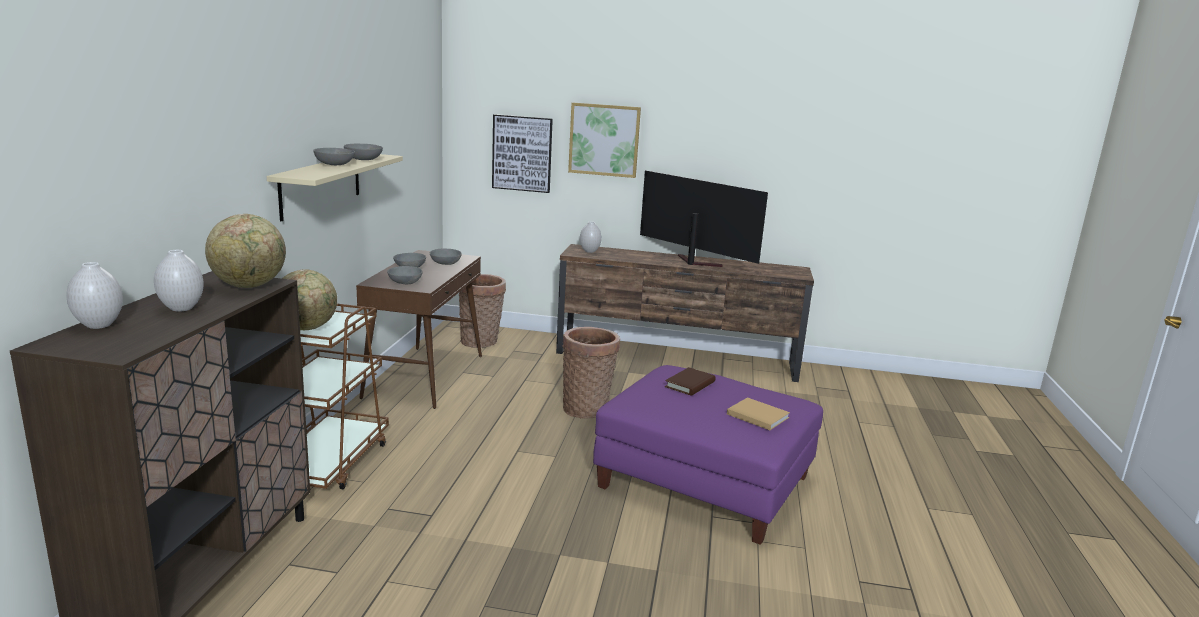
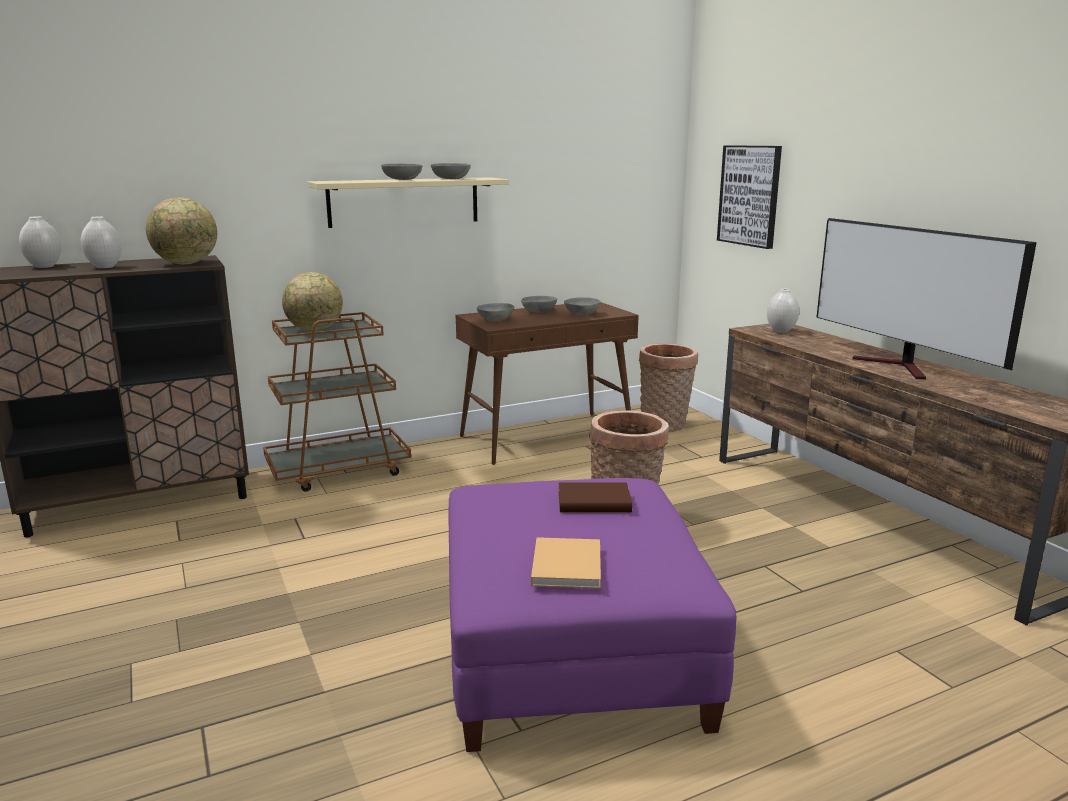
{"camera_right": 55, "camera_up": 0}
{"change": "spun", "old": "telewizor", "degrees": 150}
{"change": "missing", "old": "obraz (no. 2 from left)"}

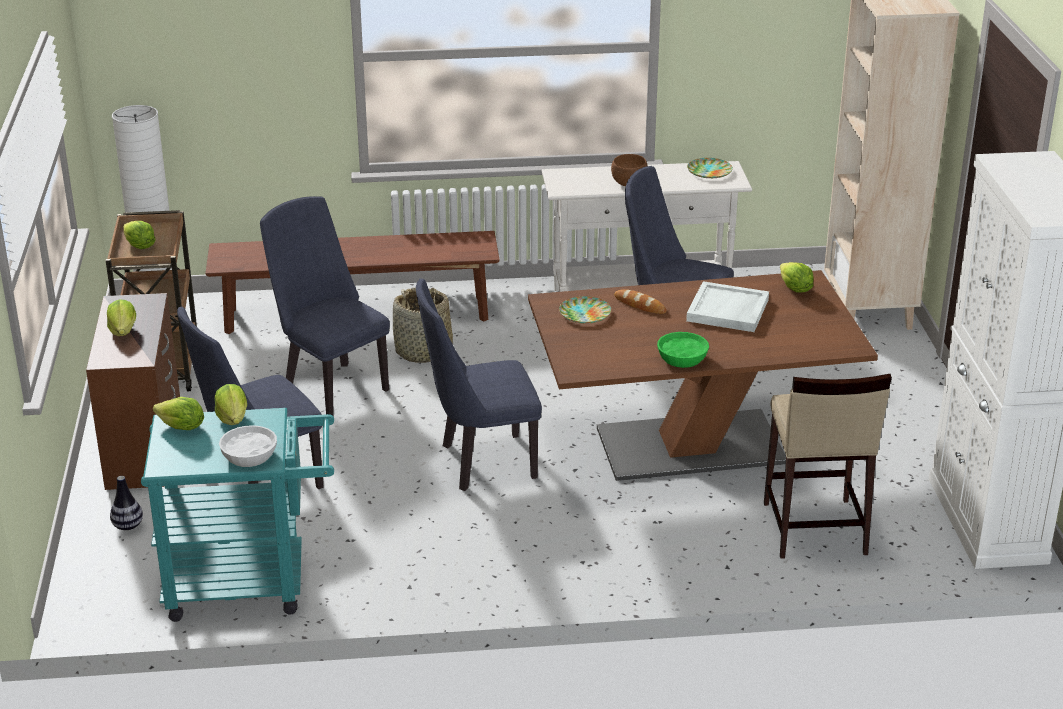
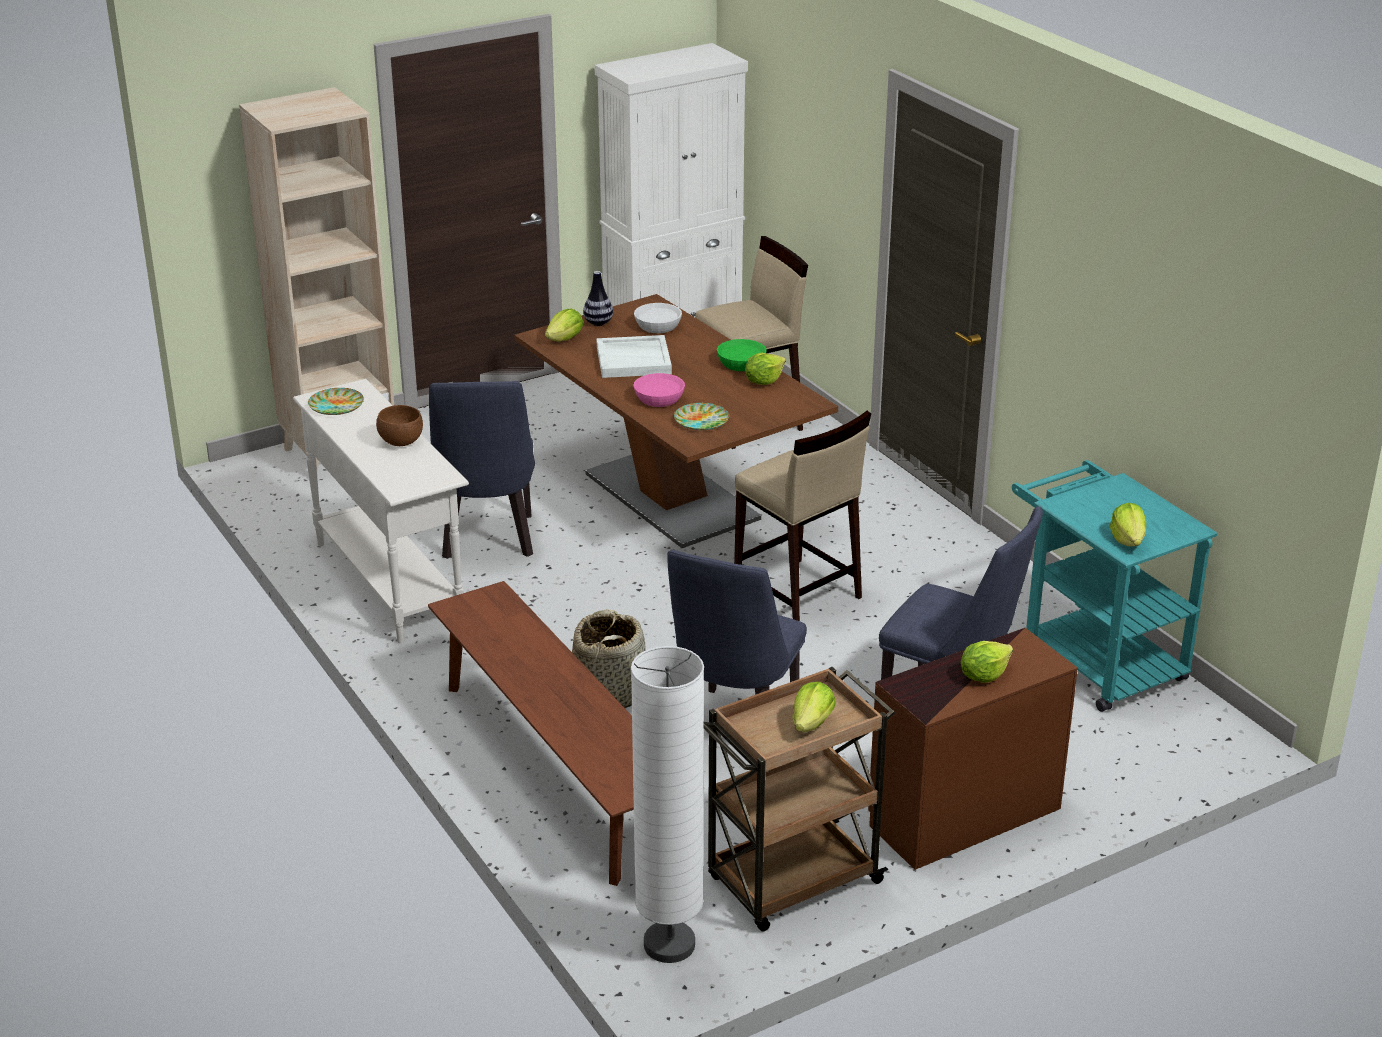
{"camera_right": -115, "camera_up": 0}
{"change": "relocated", "old": "wazon"}
{"change": "exchanged", "old": "chleb", "new": "miska (różowy)"}
{"change": "relocated", "old": "miska (biały)"}
{"change": "exchanged", "old": "krzesło (niebieski) (no. 3 from left)", "new": "stołek (beżowy) (no. 2 from left)"}
{"change": "relocated", "old": "sałata (no. 4 from left in the first image)", "new": "sałata (no. 2 from left)"}

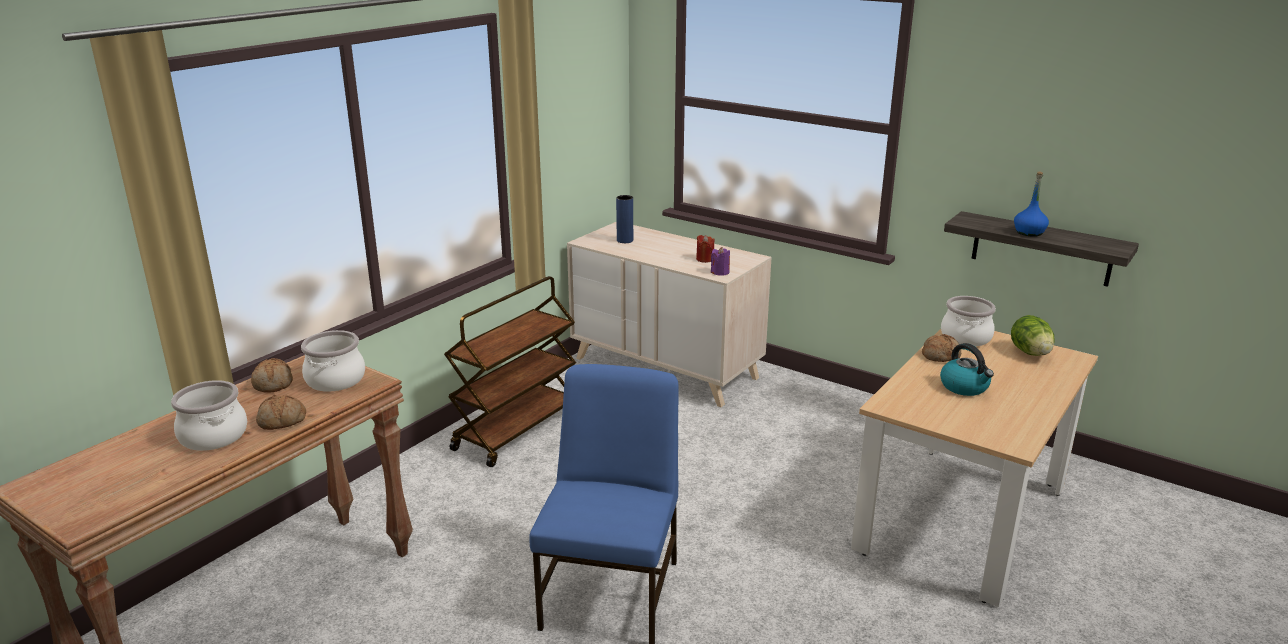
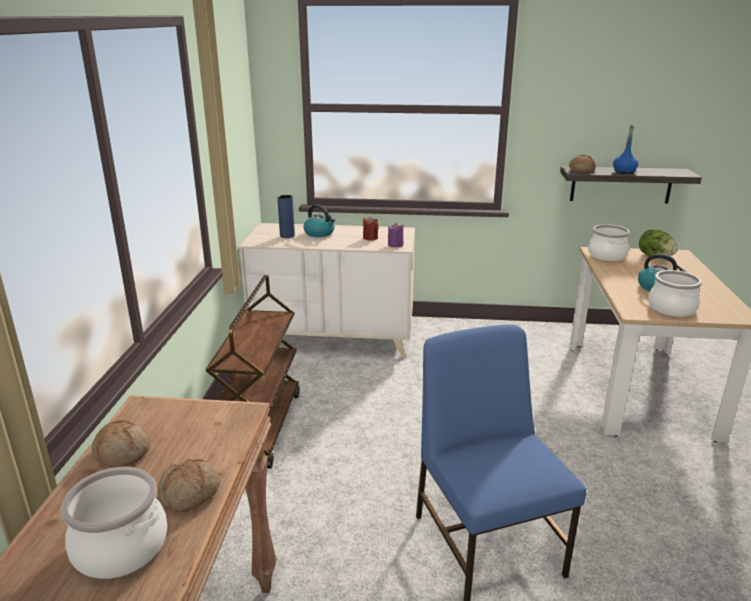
{"camera_right": -30, "camera_up": 0}
{"change": "appeared", "new": "czajnik (no. 1 from left)"}
{"change": "relocated", "old": "chleb (no. 3 from left)"}
{"change": "relocated", "old": "garnek (no. 2 from left in the first image)", "new": "garnek (no. 3 from left)"}

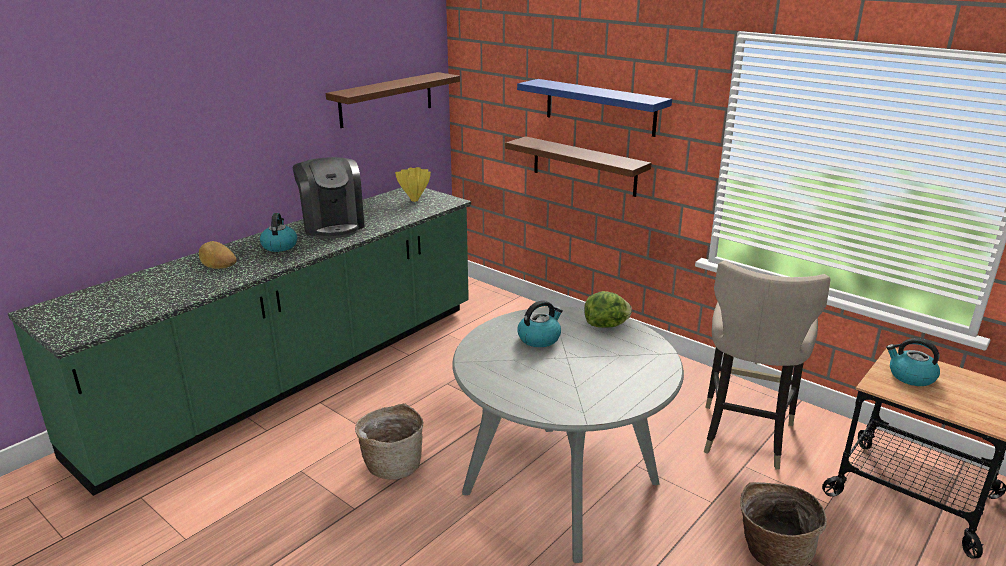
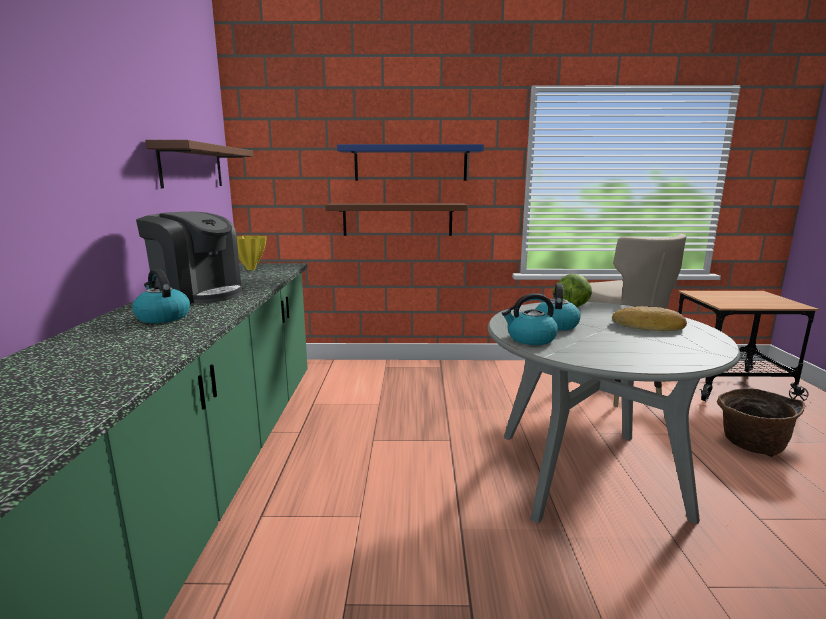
{"camera_right": -40, "camera_up": -10}
{"change": "relocated", "old": "czajnik (no. 3 from left in the first image)", "new": "czajnik (no. 2 from left)"}
{"change": "relocated", "old": "chleb"}
{"change": "missing", "old": "koszyk (no. 1 from left)"}

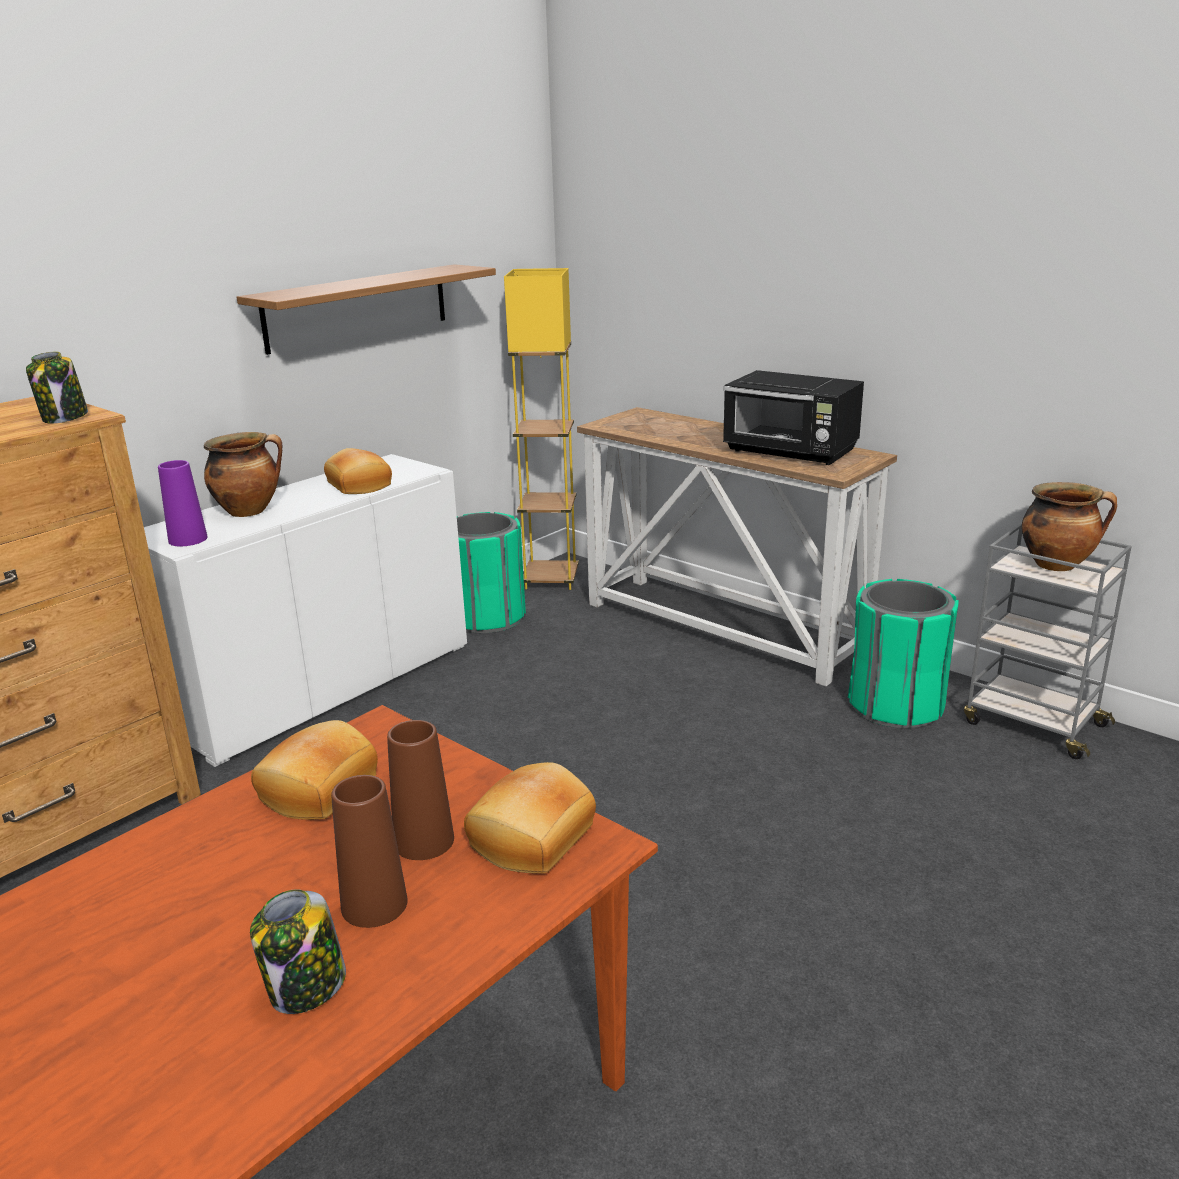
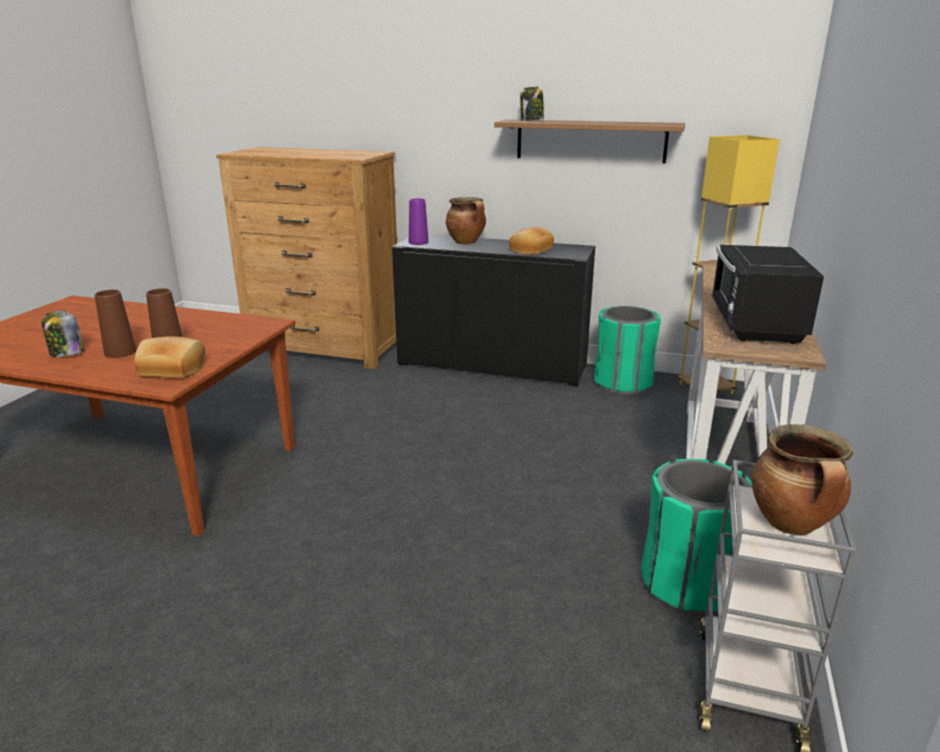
{"camera_right": 65, "camera_up": 0}
{"change": "colour", "old": "szafka (biały)", "new": "szafka (czarny)"}
{"change": "relocated", "old": "słoik (no. 1 from left in the first image)", "new": "słoik (no. 2 from left)"}
{"change": "missing", "old": "chleb (no. 1 from left)"}

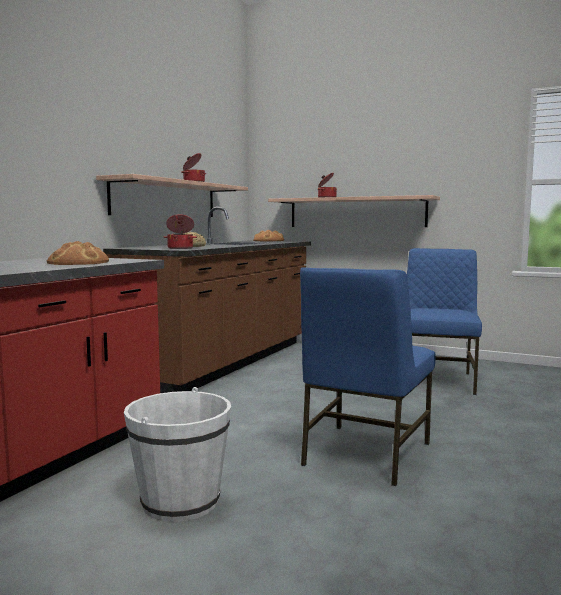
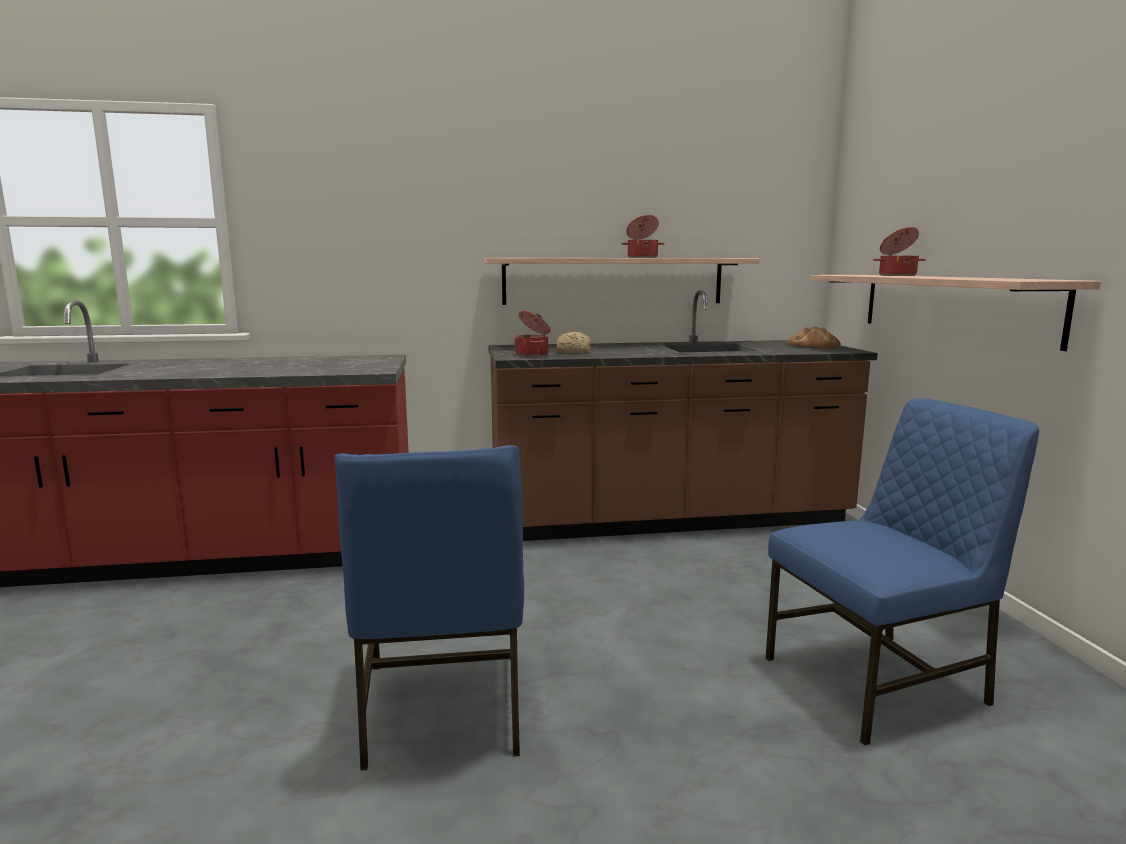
{"camera_right": 55, "camera_up": 5}
{"change": "spun", "old": "krzesło (niebieski) (no. 1 from left)", "degrees": -90}
{"change": "missing", "old": "chleb (no. 1 from left)"}
{"change": "missing", "old": "wiadro (biały)"}

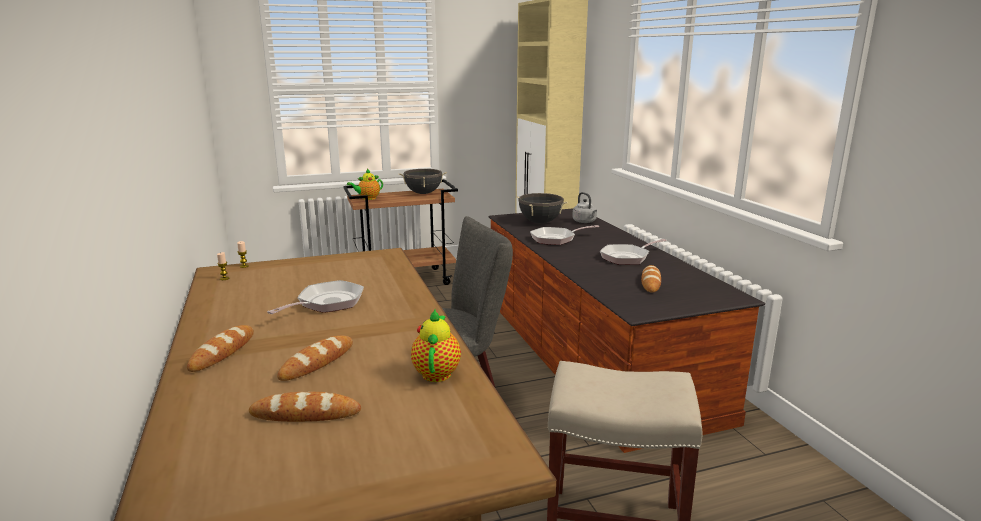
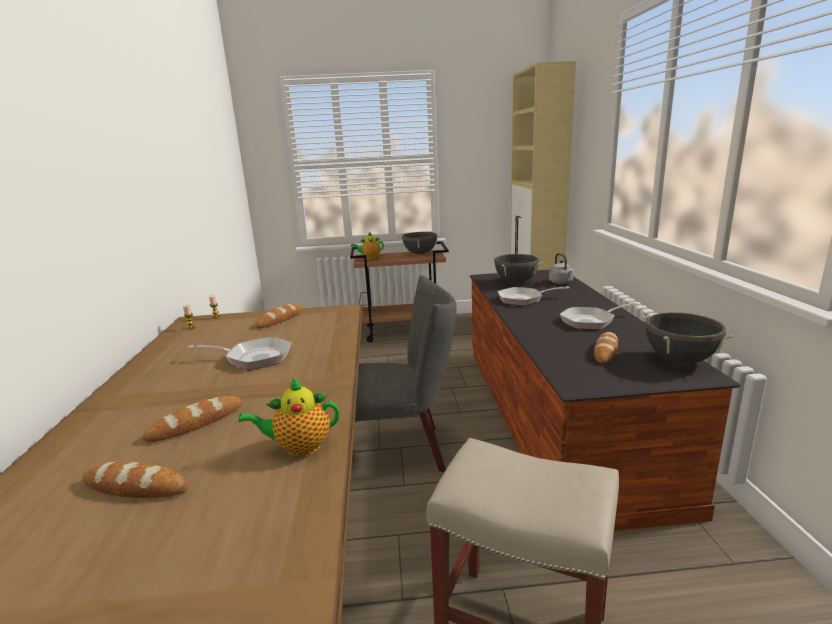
{"camera_right": 15, "camera_up": 0}
{"change": "spun", "old": "patelnia (no. 1 from left)", "degrees": 45}
{"change": "spun", "old": "imbryk (no. 2 from left in the first image)", "degrees": -120}
{"change": "relocated", "old": "chleb (no. 1 from left in the first image)", "new": "chleb (no. 3 from left)"}
{"change": "appeared", "new": "garnek (czarny) (no. 3 from left)"}

